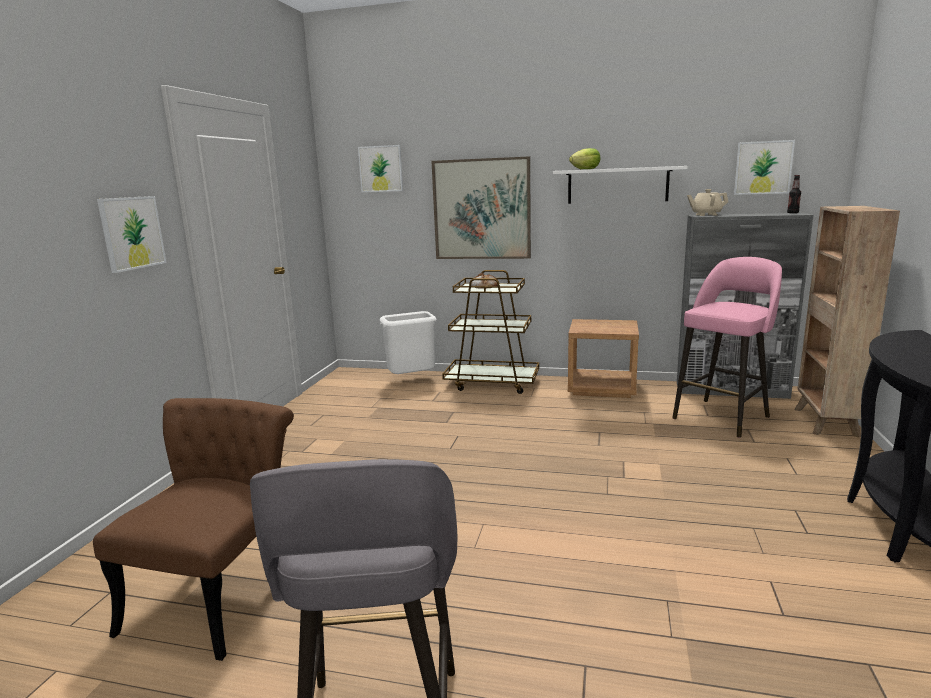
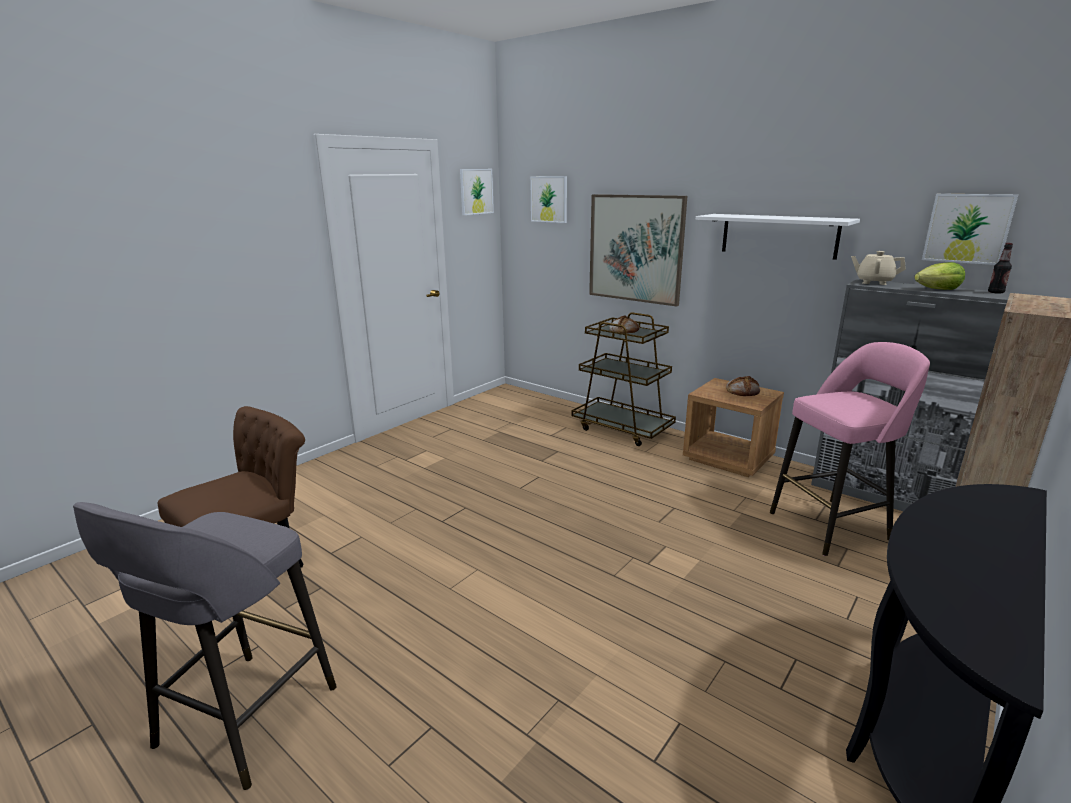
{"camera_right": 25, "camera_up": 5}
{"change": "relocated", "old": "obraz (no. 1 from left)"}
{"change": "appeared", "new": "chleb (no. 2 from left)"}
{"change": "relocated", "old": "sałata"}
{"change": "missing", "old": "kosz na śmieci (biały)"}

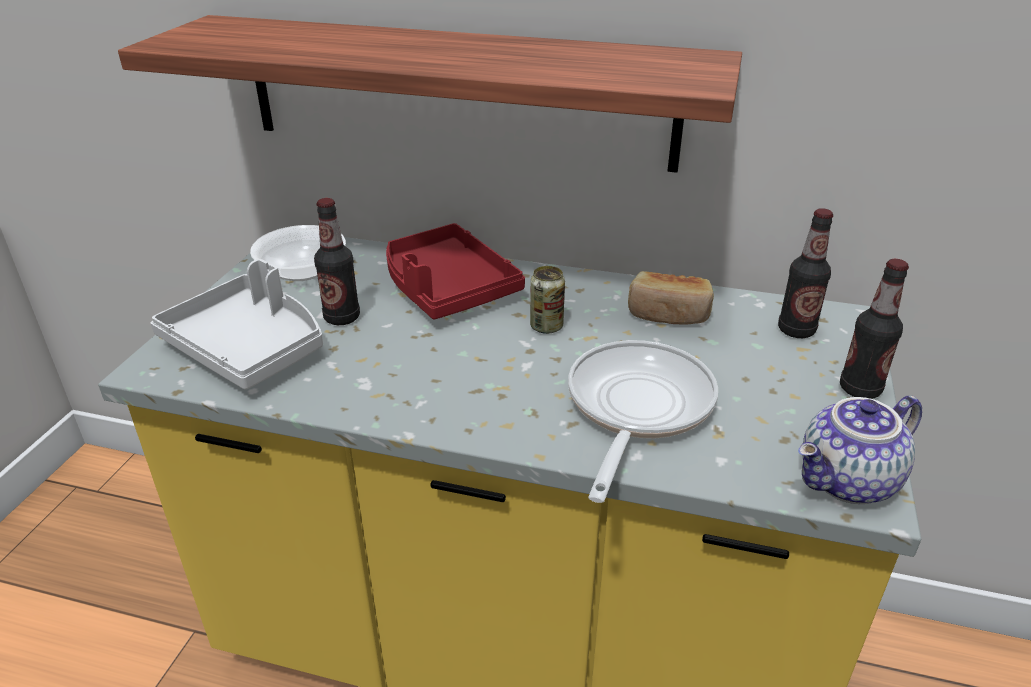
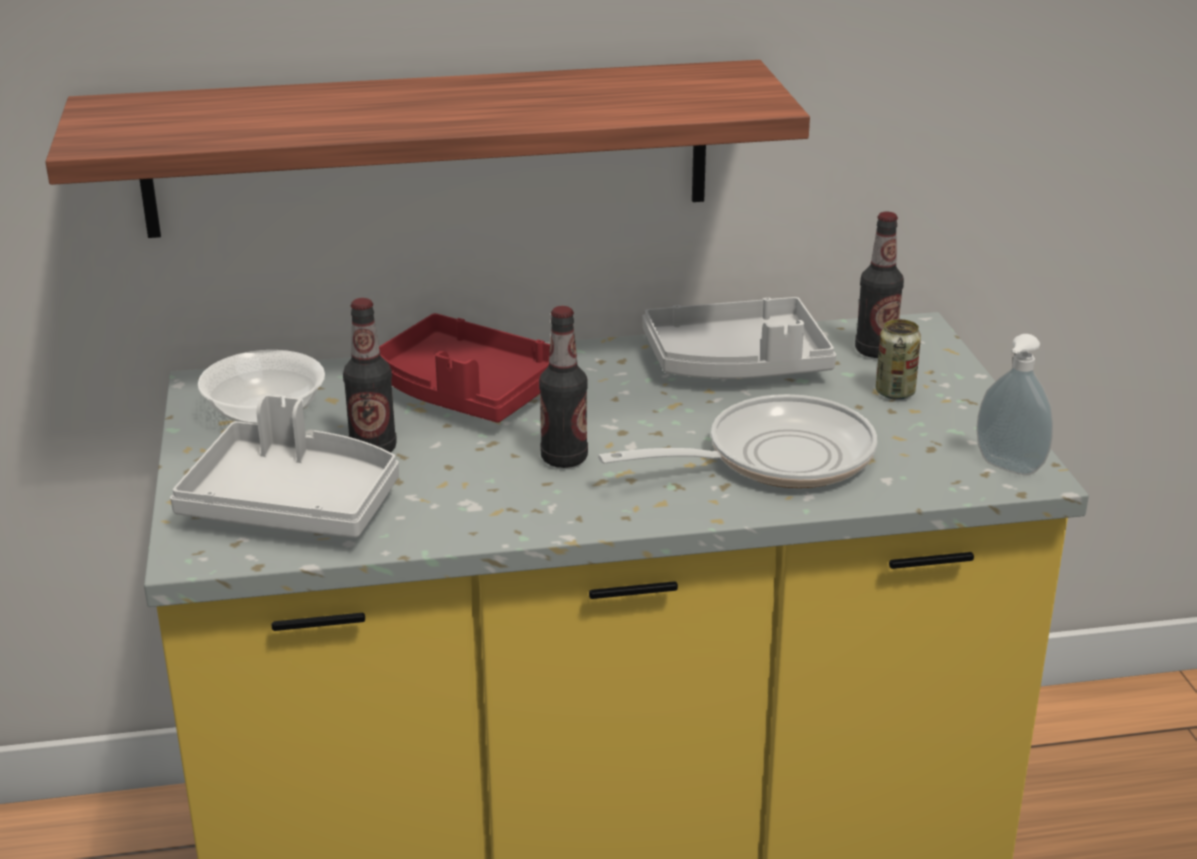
{"camera_right": -25, "camera_up": -5}
{"change": "relocated", "old": "butelka (no. 3 from left in the first image)", "new": "butelka (no. 2 from left)"}
{"change": "spun", "old": "patelnia", "degrees": 75}
{"change": "exchanged", "old": "chleb", "new": "taca (szary) (no. 2 from left)"}
{"change": "relocated", "old": "puszka"}
{"change": "exchanged", "old": "imbryk", "new": "dozownik mydła"}

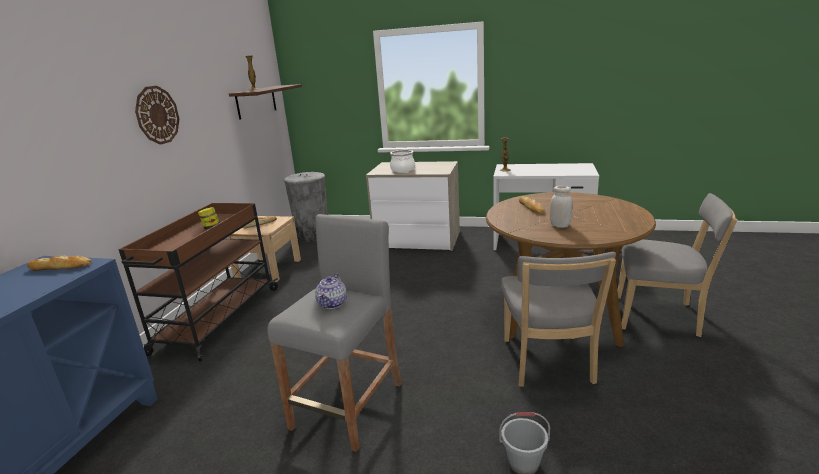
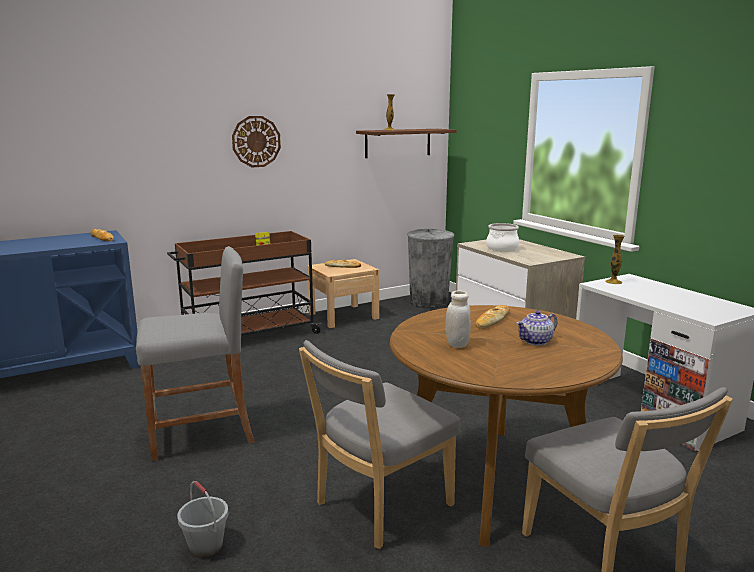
{"camera_right": 45, "camera_up": -5}
{"change": "relocated", "old": "imbryk"}

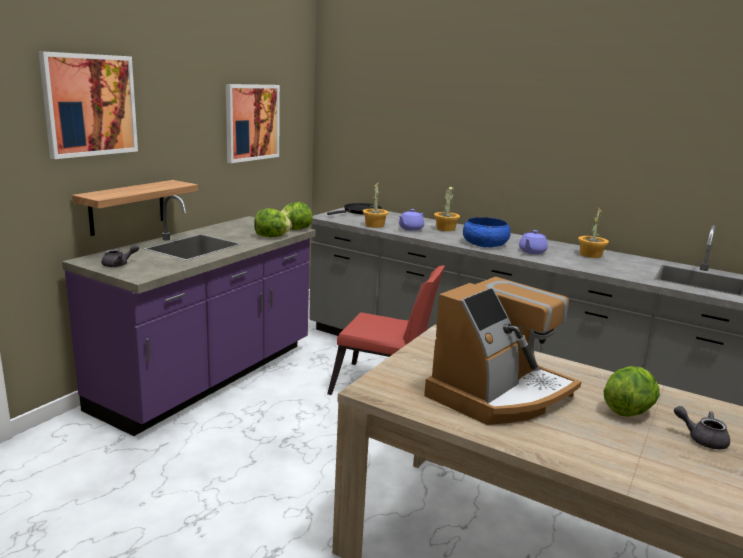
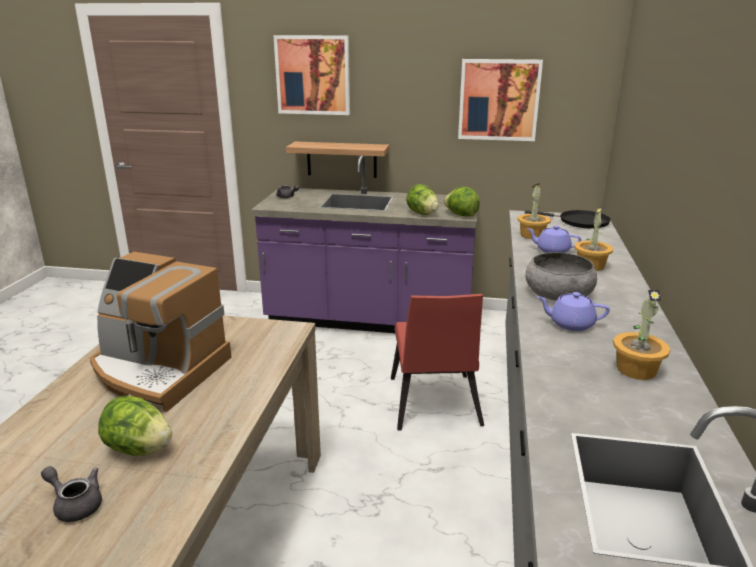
{"camera_right": 70, "camera_up": 5}
{"change": "spun", "old": "imbryk (szary) (no. 2 from left in the first image)", "degrees": -75}
{"change": "colour", "old": "miska (niebieski)", "new": "miska (szary)"}

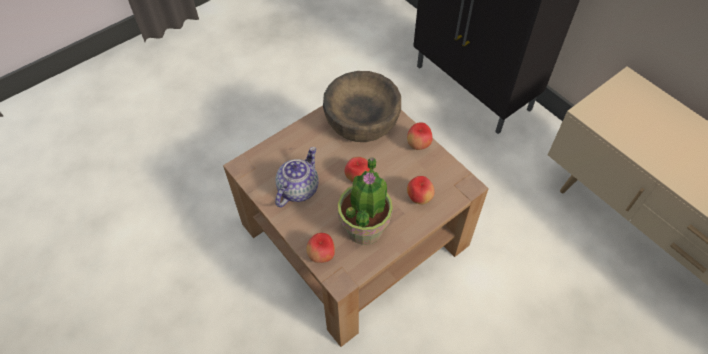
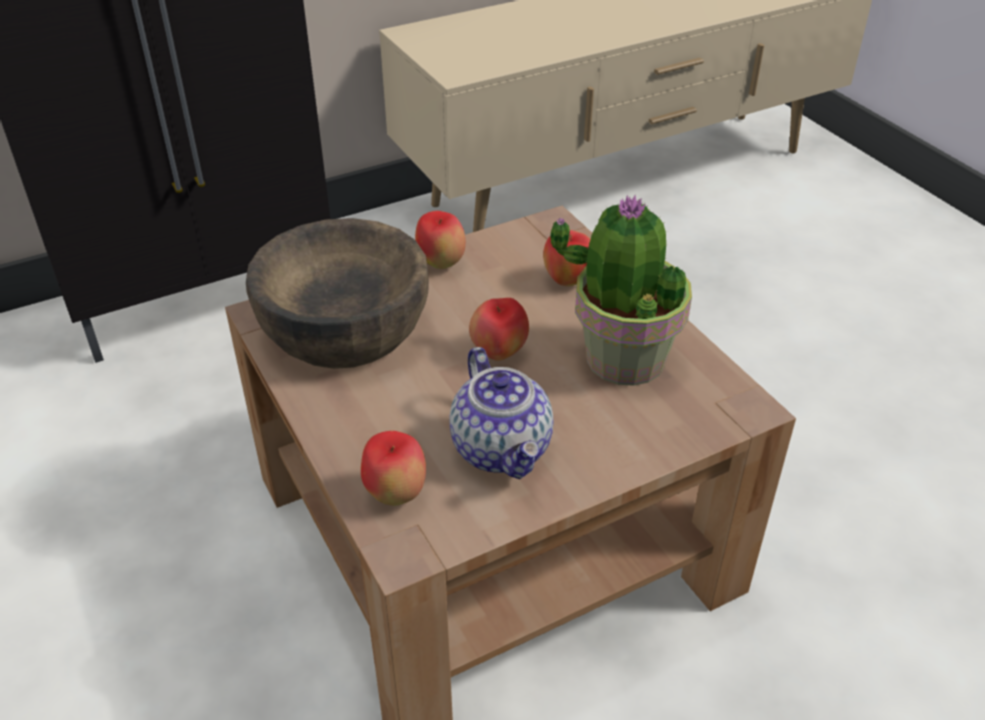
{"camera_right": -80, "camera_up": -15}
{"change": "relocated", "old": "jabłko (no. 1 from left)"}
{"change": "spun", "old": "imbryk", "degrees": -150}

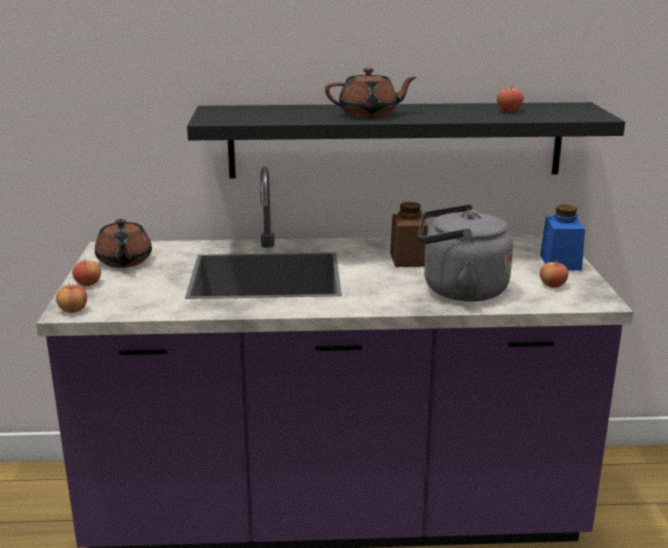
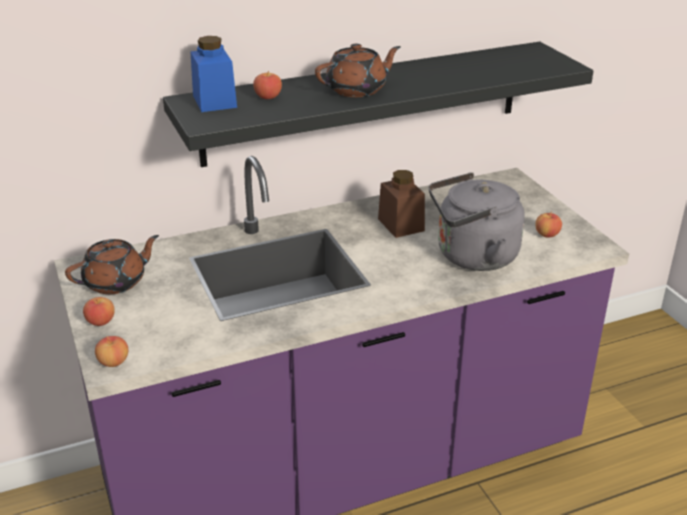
{"camera_right": -20, "camera_up": 10}
{"change": "spun", "old": "imbryk (brązowy) (no. 1 from left)", "degrees": -90}
{"change": "relocated", "old": "słoik (niebieski)"}
{"change": "relocated", "old": "jabłko (no. 3 from left)"}

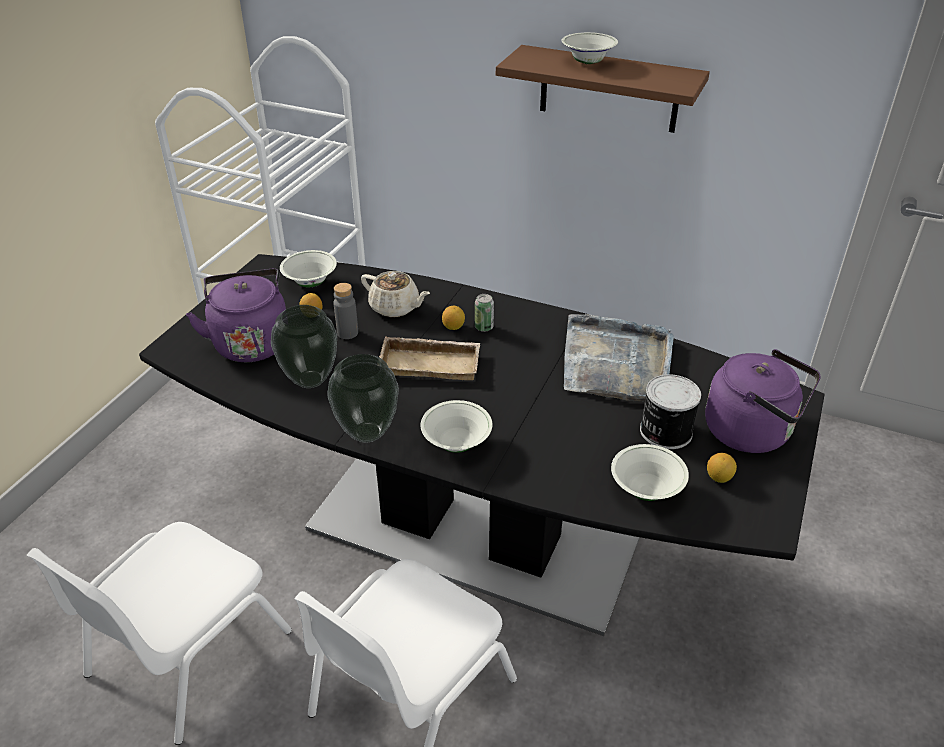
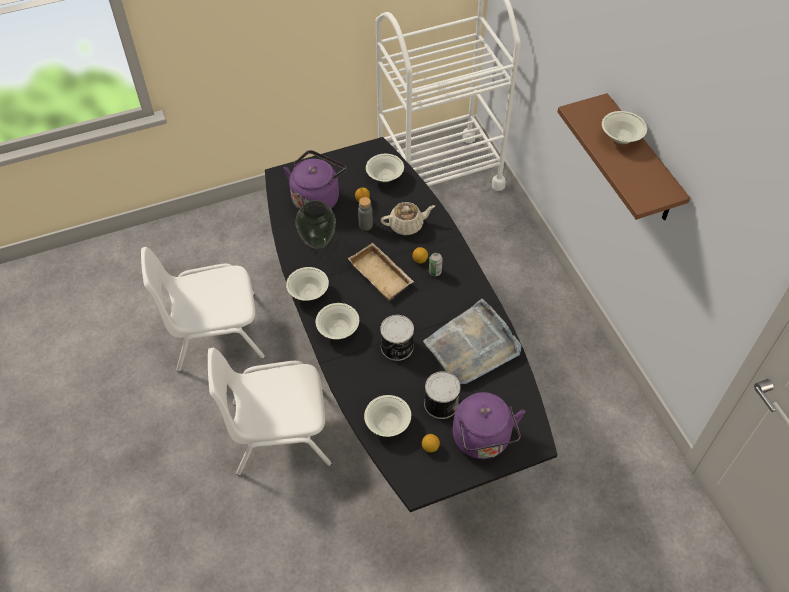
{"camera_right": 45, "camera_up": 15}
{"change": "exchanged", "old": "wazon (no. 2 from left)", "new": "miska (biały) (no. 1 from left)"}
{"change": "appeared", "new": "puszka (no. 1 from left)"}
{"change": "spun", "old": "imbryk (beżowy)", "degrees": -90}

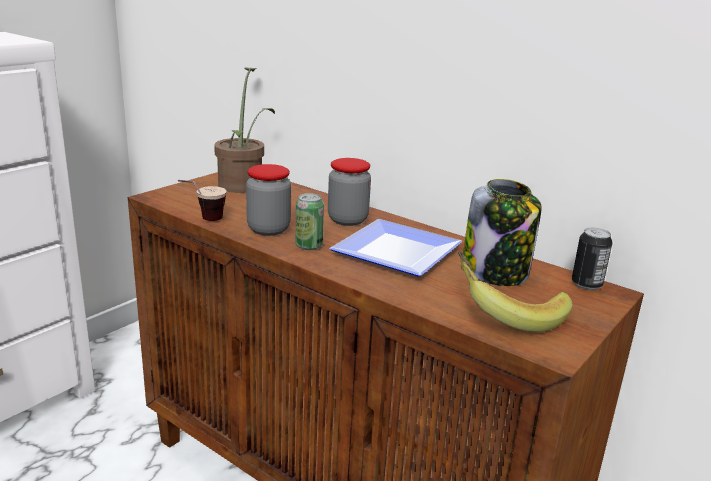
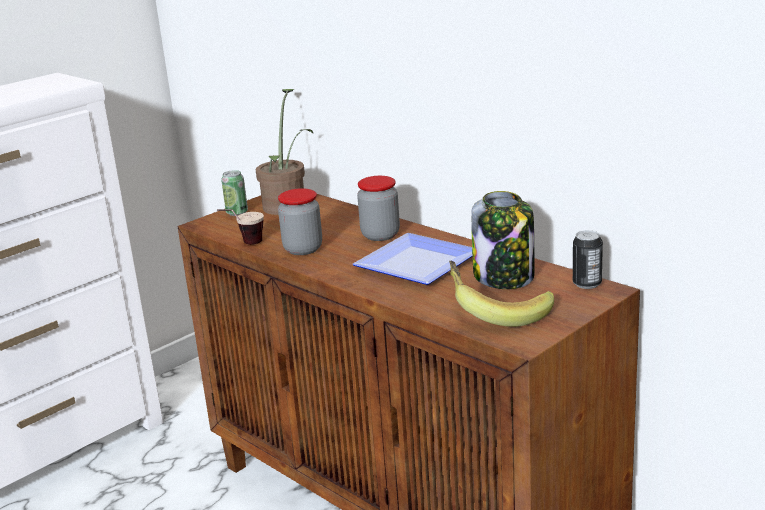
{"camera_right": 10, "camera_up": 0}
{"change": "relocated", "old": "puszka (no. 1 from left)"}

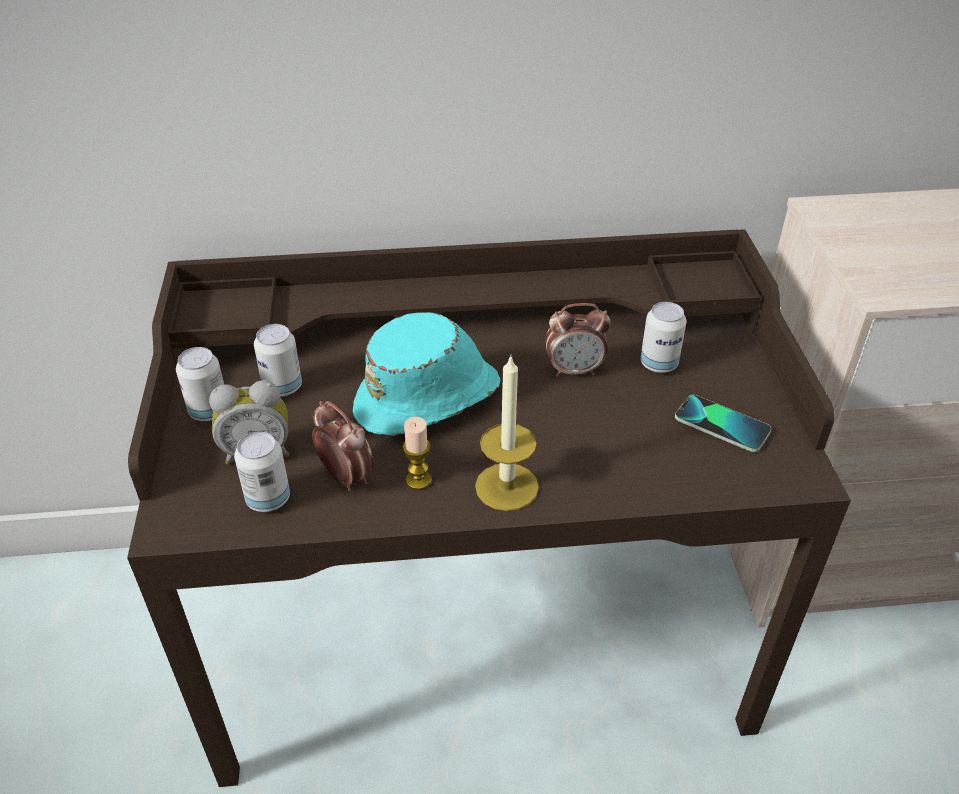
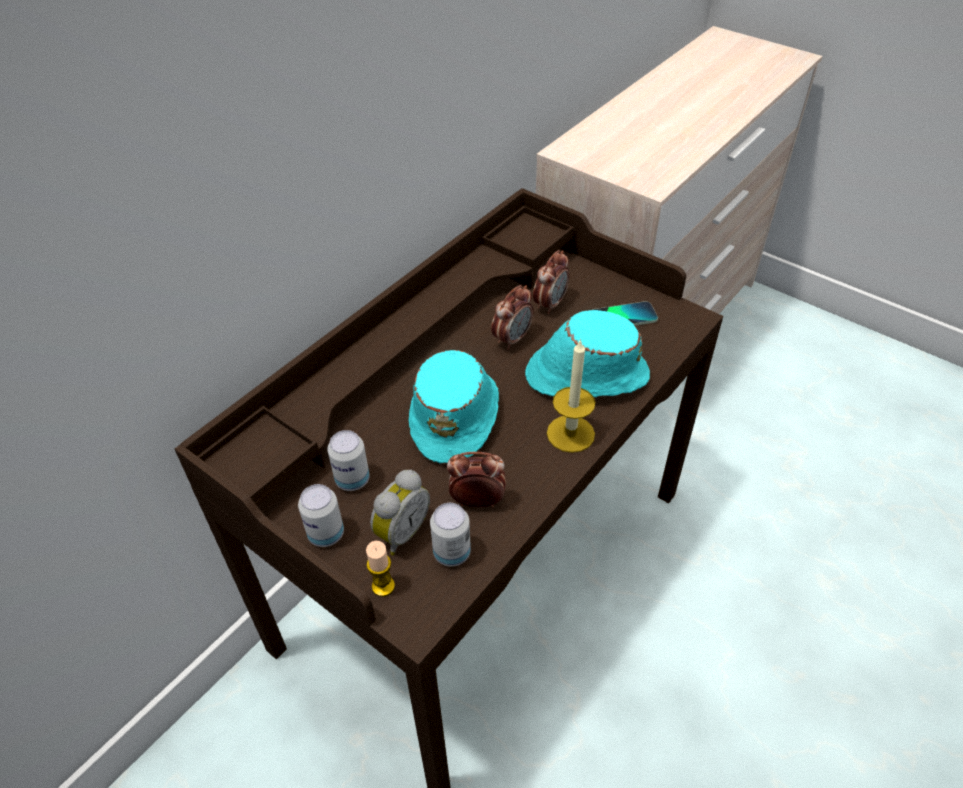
{"camera_right": -45, "camera_up": 5}
{"change": "relocated", "old": "świeca (no. 1 from left)"}
{"change": "appeared", "new": "kapelusz (turkusowy) (no. 2 from left)"}
{"change": "exchanged", "old": "puszka (no. 4 from left)", "new": "budzik (no. 4 from left)"}

